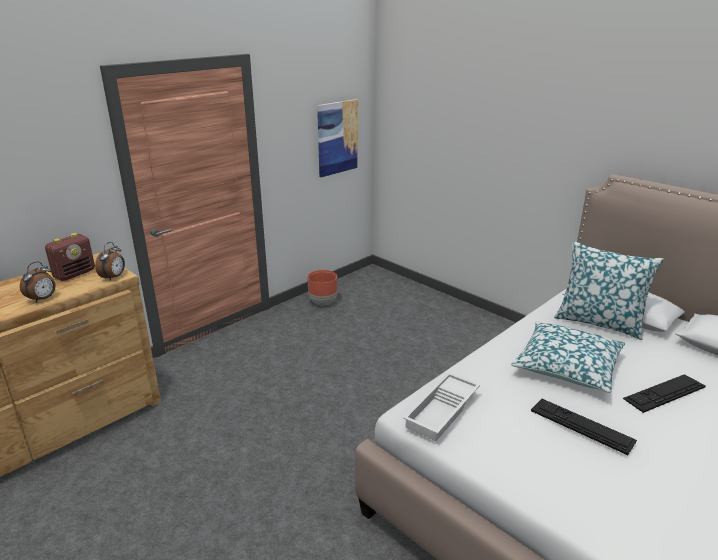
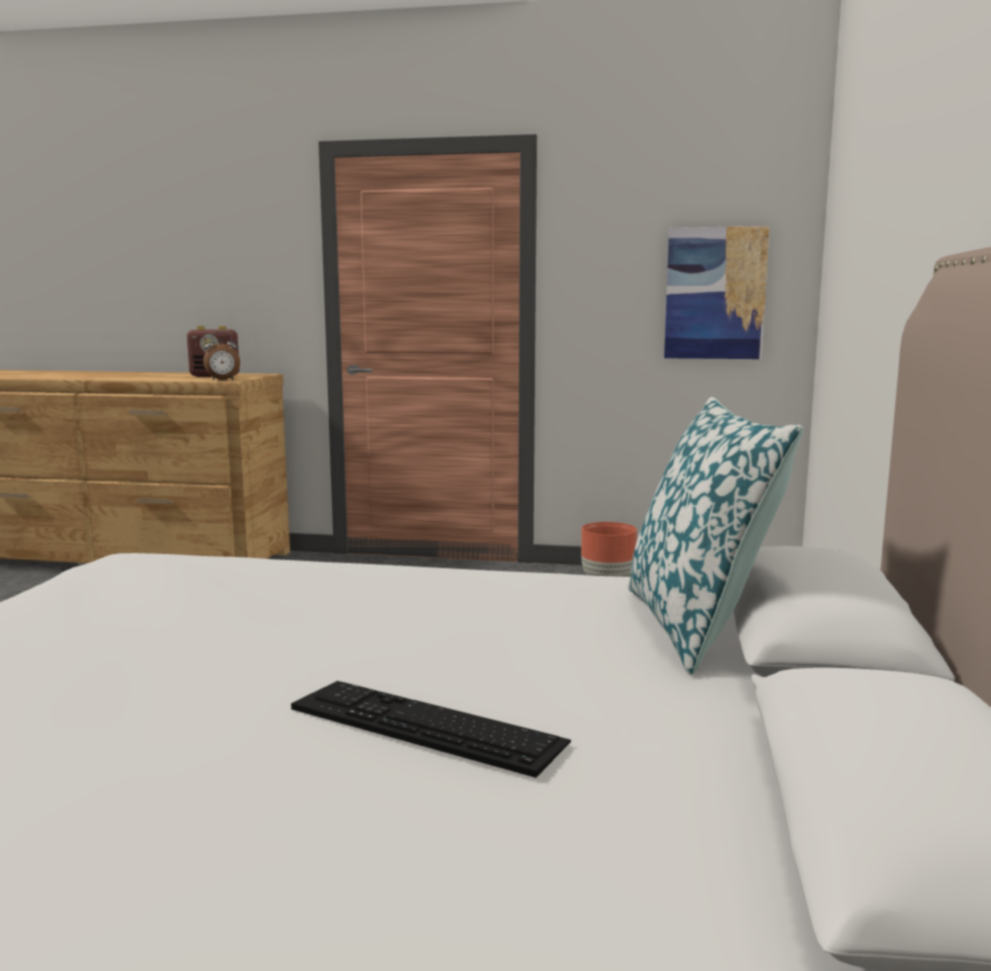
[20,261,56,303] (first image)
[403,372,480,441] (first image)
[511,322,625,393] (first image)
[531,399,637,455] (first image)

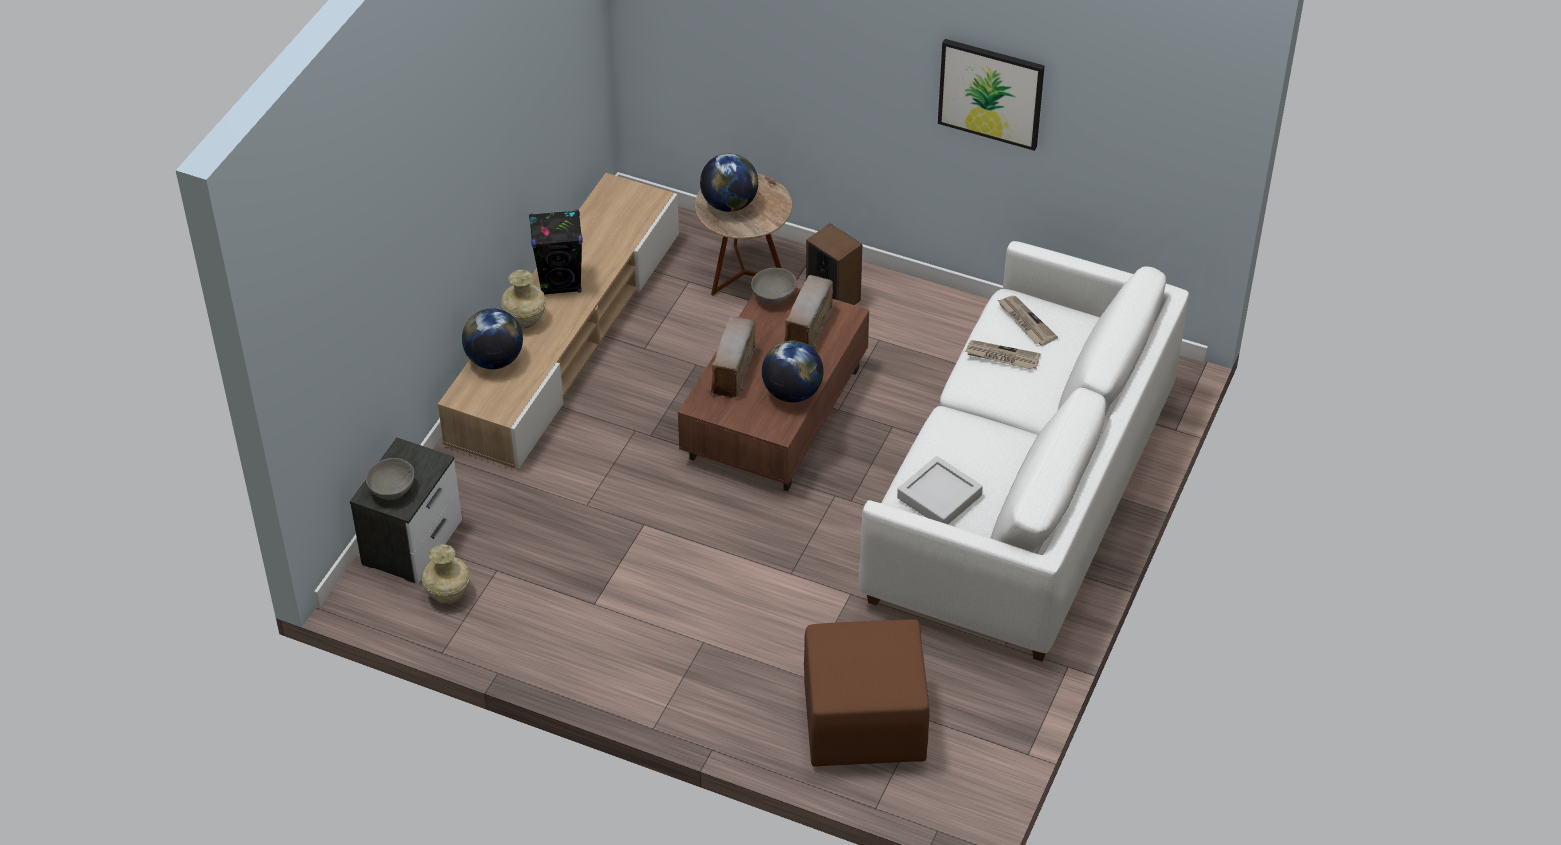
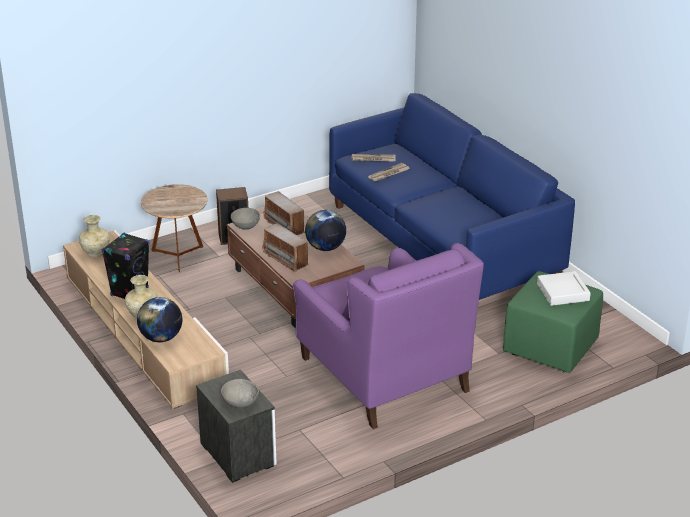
[700,153,758,212] (first image)
[938,39,1045,151] (first image)
[293,243,484,429]
[79,215,110,257]
[537,271,591,306]
[503,271,603,373]
[329,93,575,300]

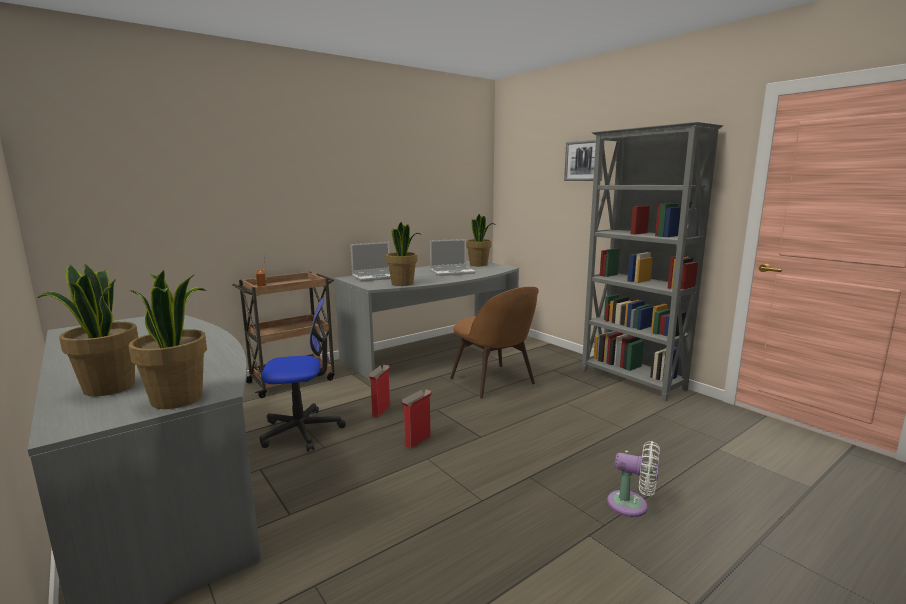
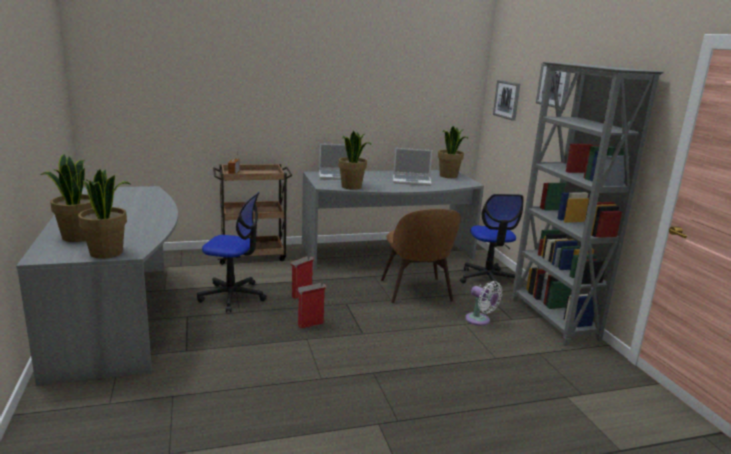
[460,194,523,292]
[493,80,520,121]
[465,281,502,326]

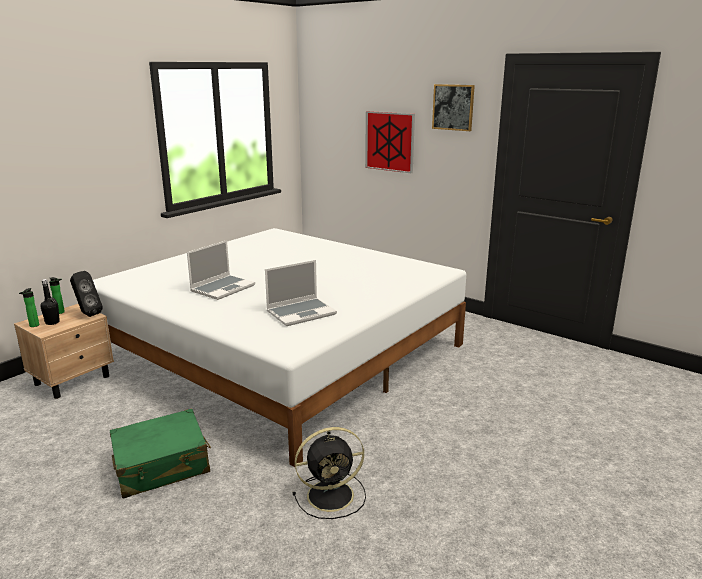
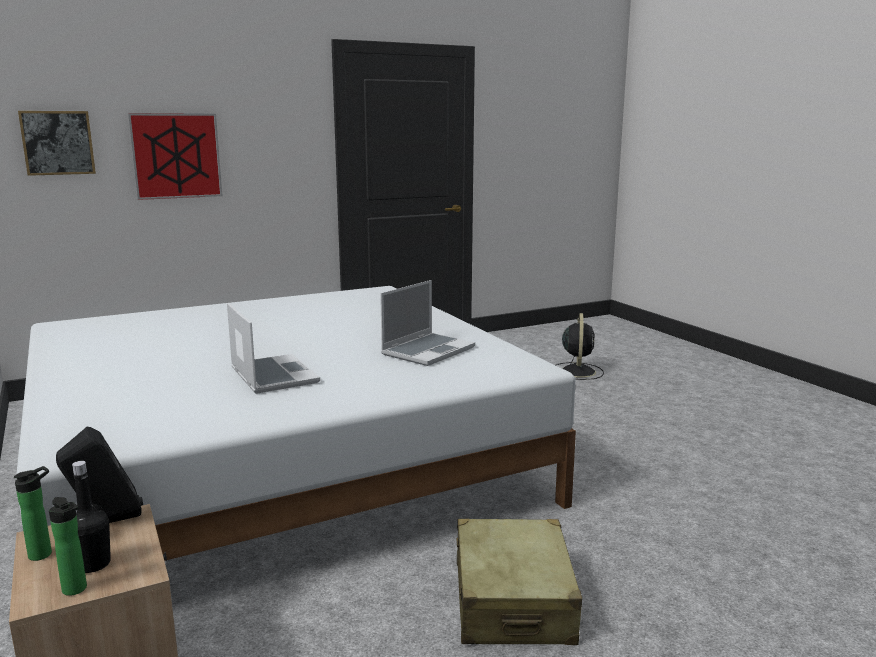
[556,313,604,380]
[18,111,96,176]
[456,519,582,645]
[380,280,475,366]

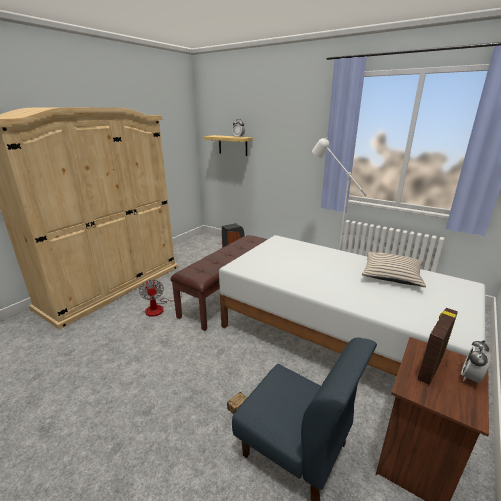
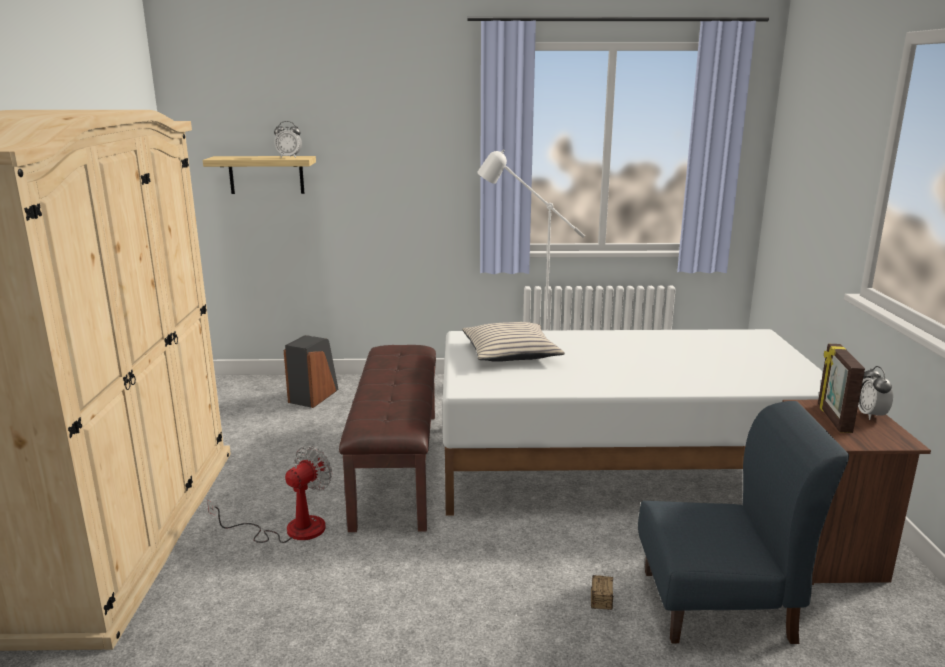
[463,322,565,362]
[207,446,332,543]

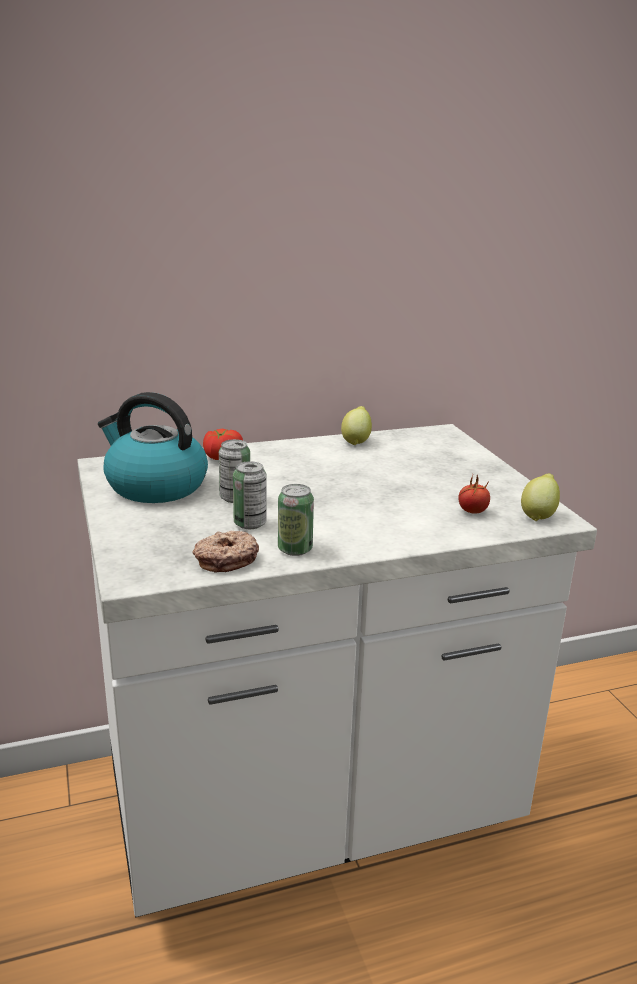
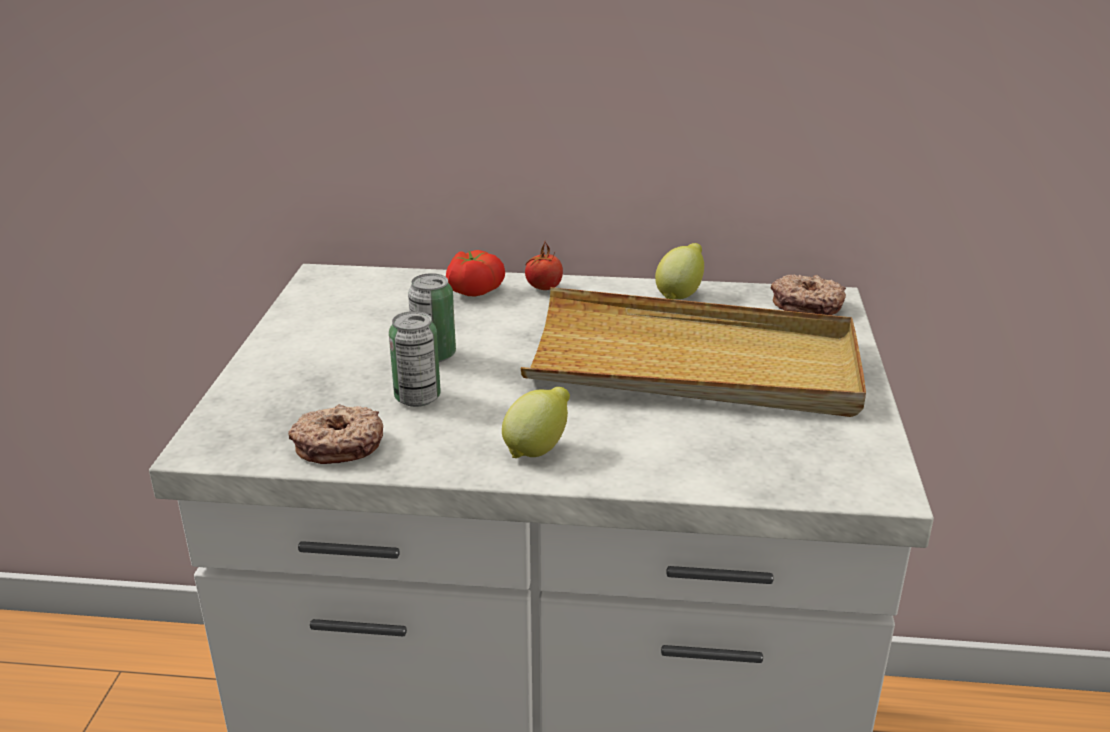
[98,392,208,503] (first image)
[278,484,314,556] (first image)
[521,287,866,417]
[771,275,846,315]
[525,242,563,290]
[502,387,570,458]

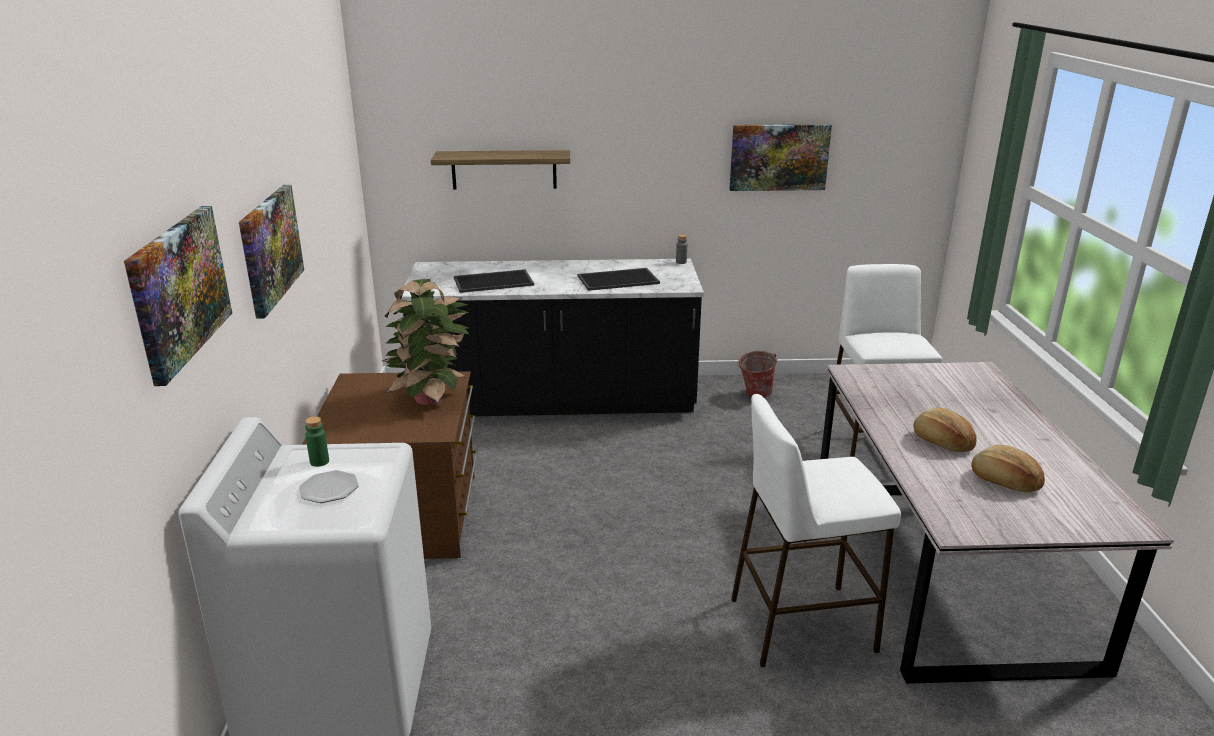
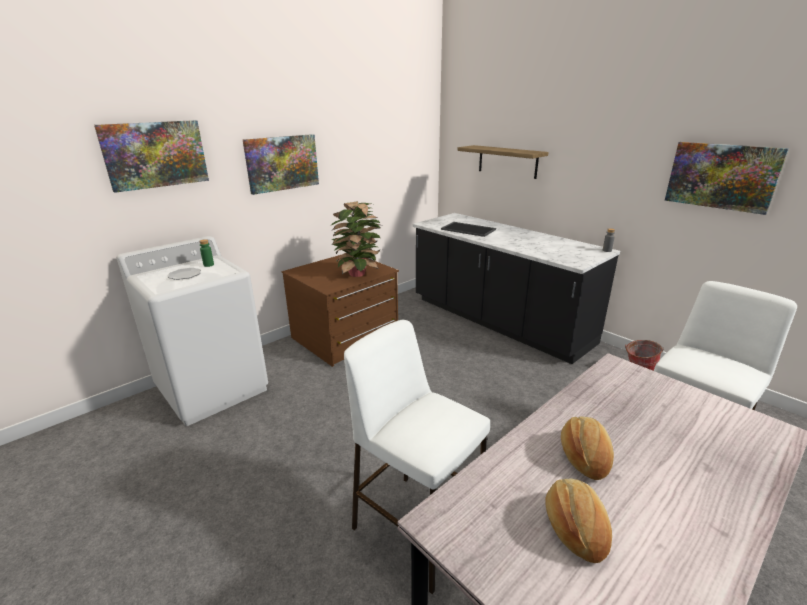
[578,268,660,291] (first image)

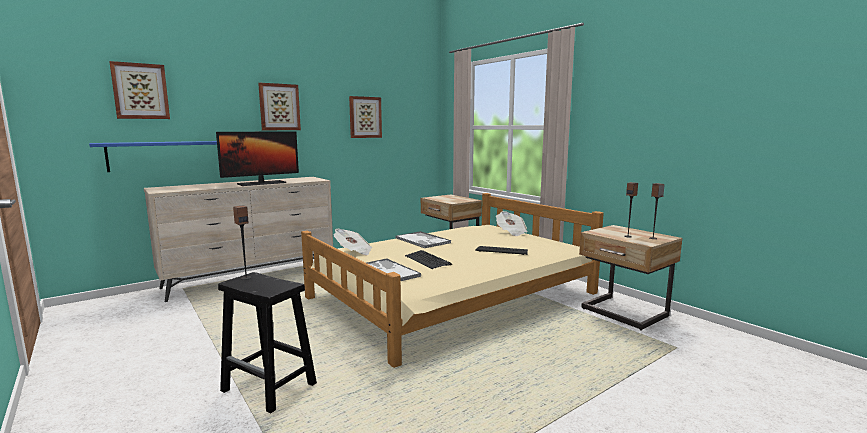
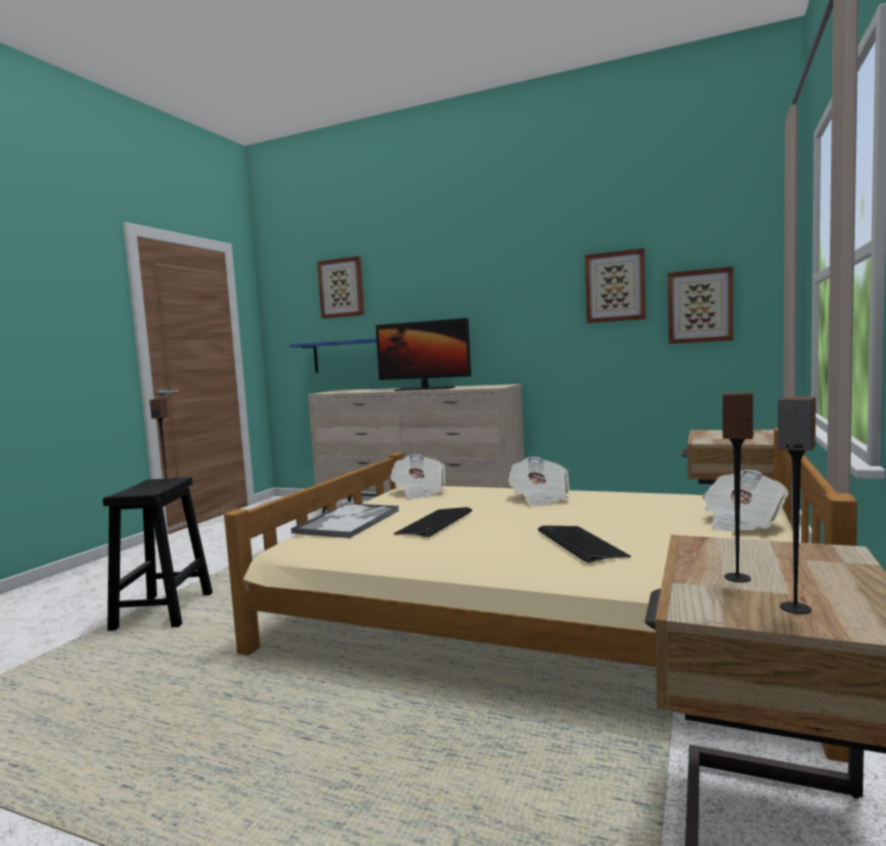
[668,267,733,344]
[508,457,569,507]

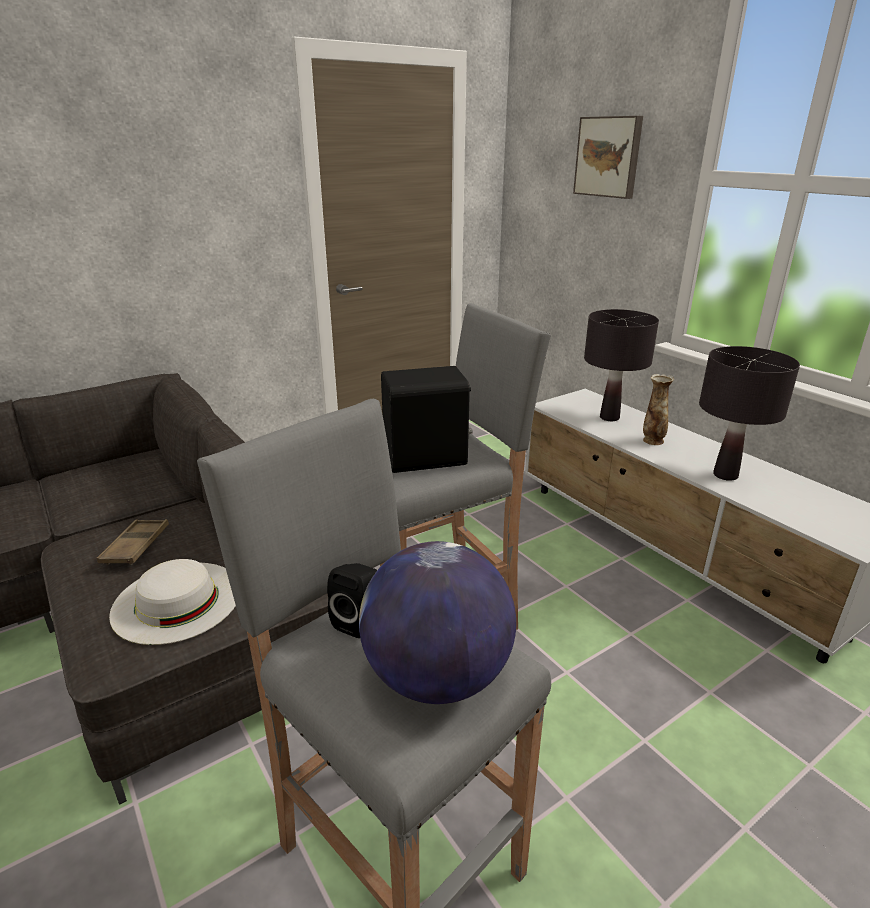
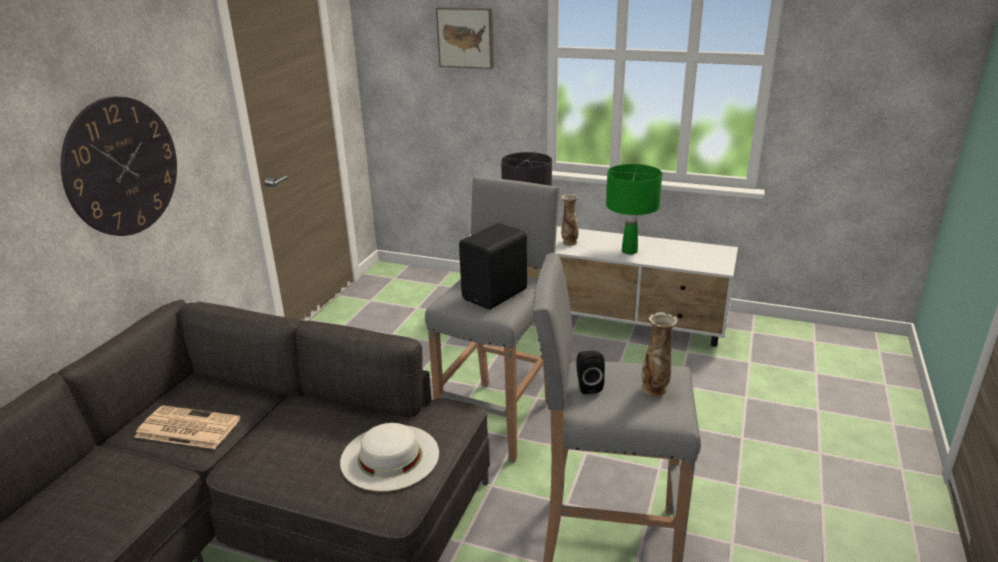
[97,519,169,565] (first image)
[61,96,177,236]
[135,405,240,449]
[642,312,678,396]
[606,164,662,254]

